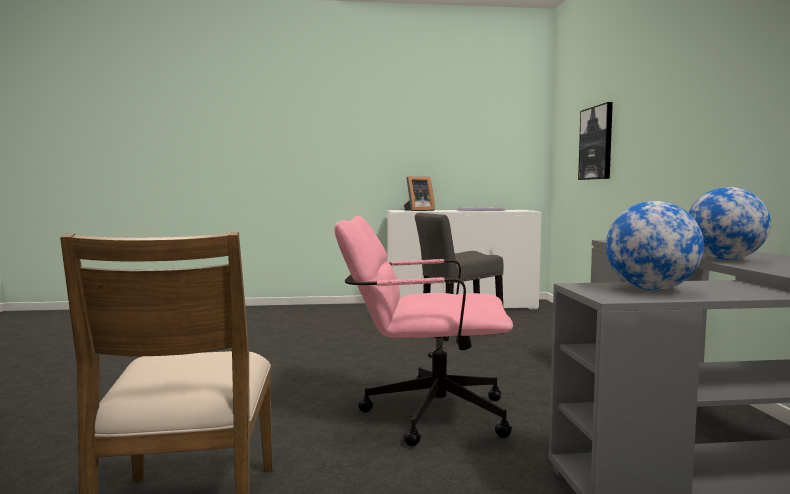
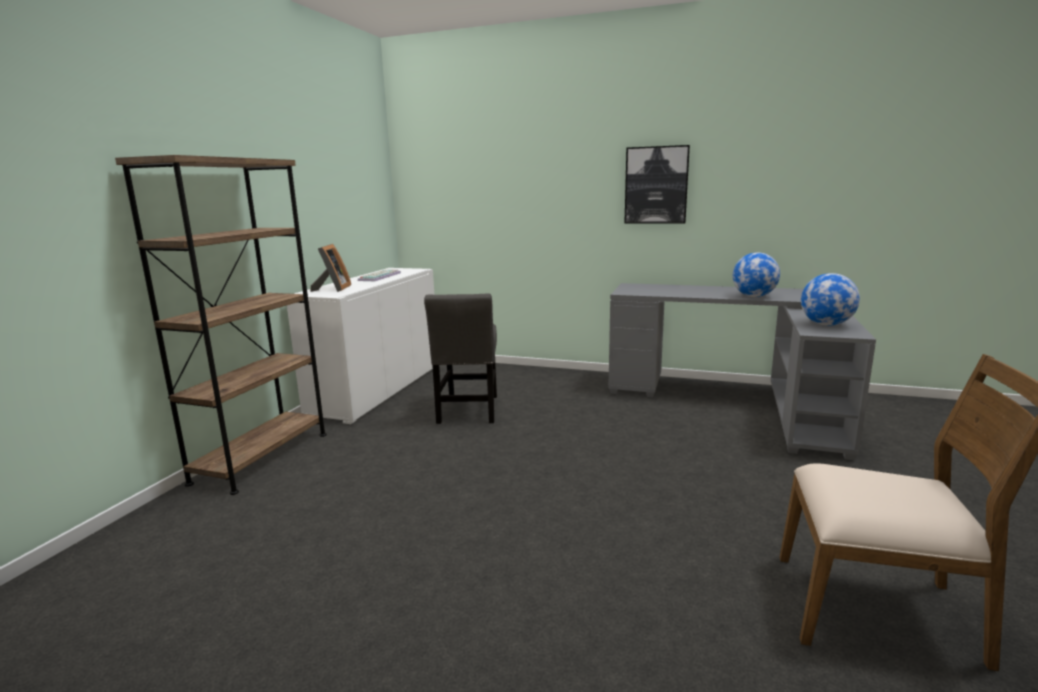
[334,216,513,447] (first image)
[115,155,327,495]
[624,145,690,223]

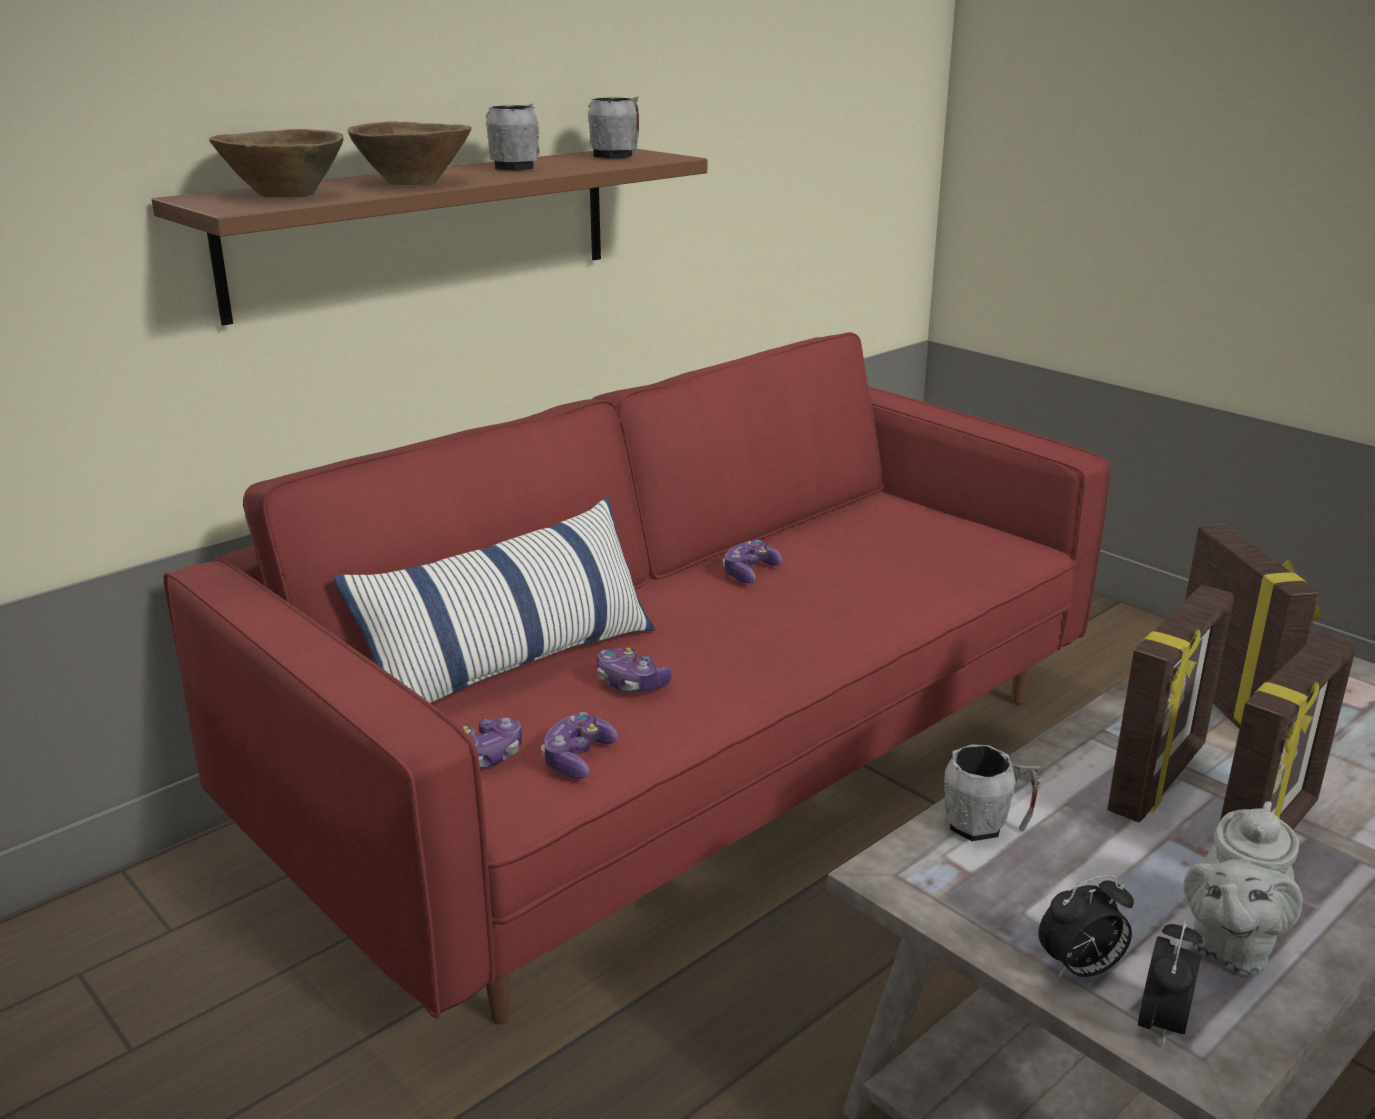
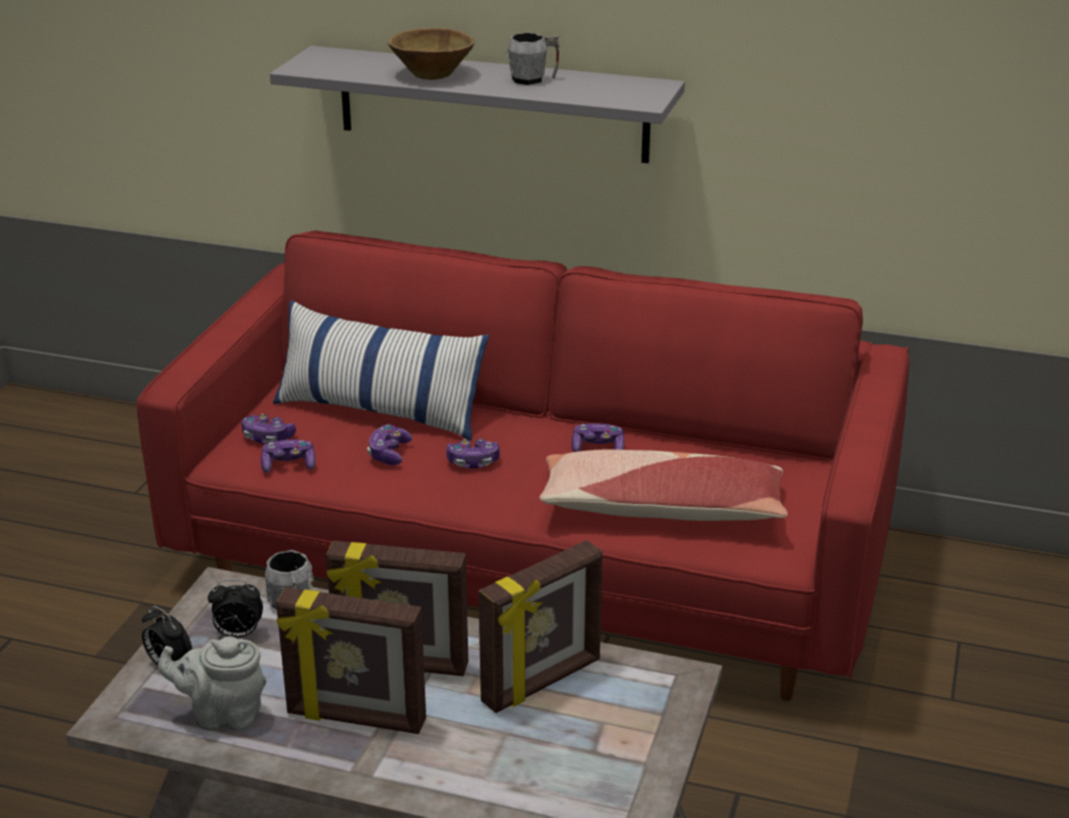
[209,129,343,198] (first image)
[588,97,639,158] (first image)
[446,439,500,469]
[540,449,788,521]
[208,579,263,638]
[270,46,685,163]

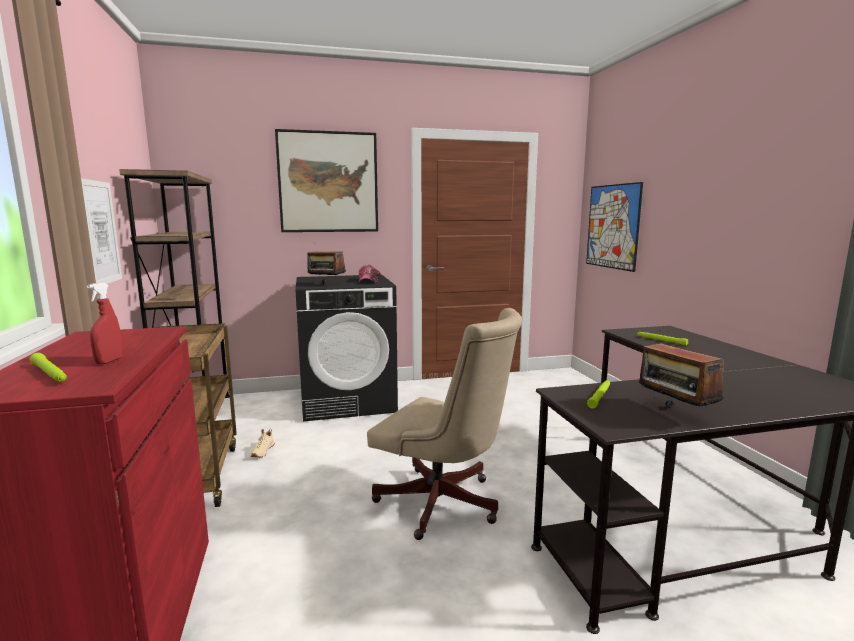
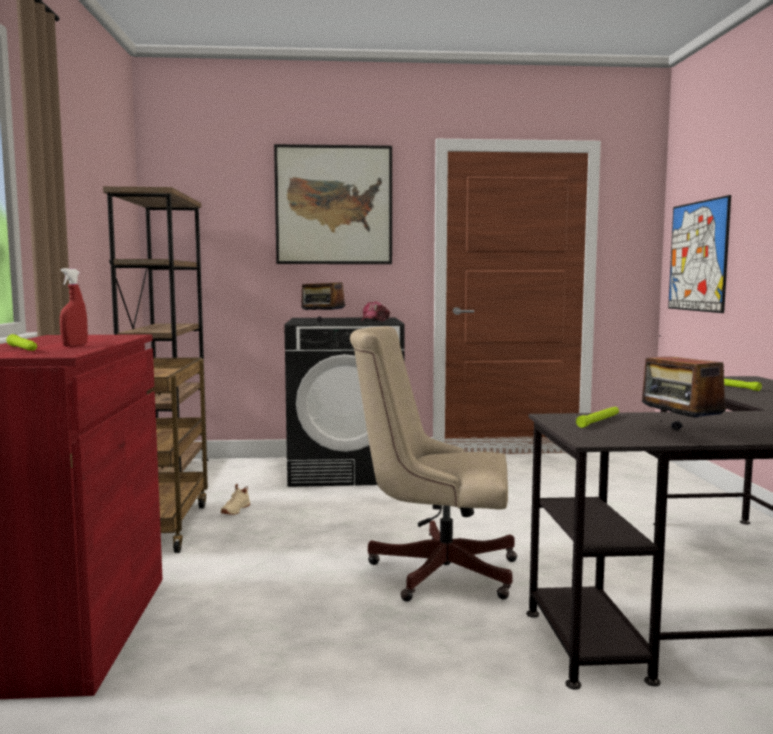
[81,178,122,284] (first image)
[350,326,517,602]

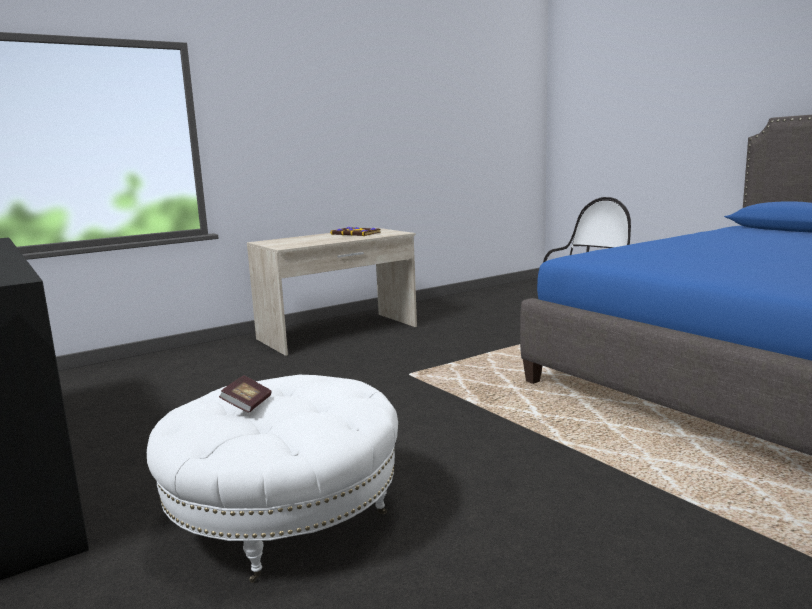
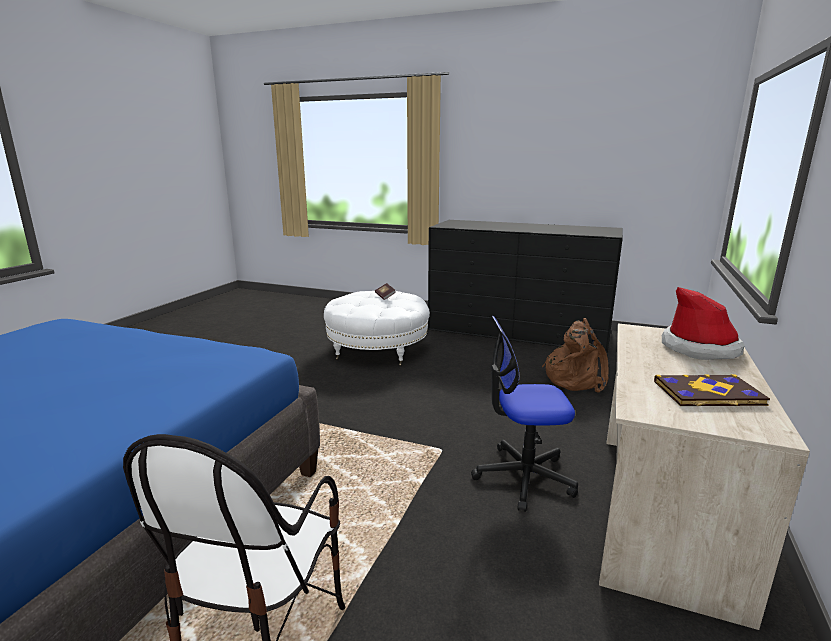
[471,316,578,512]
[542,318,609,393]
[662,287,745,360]

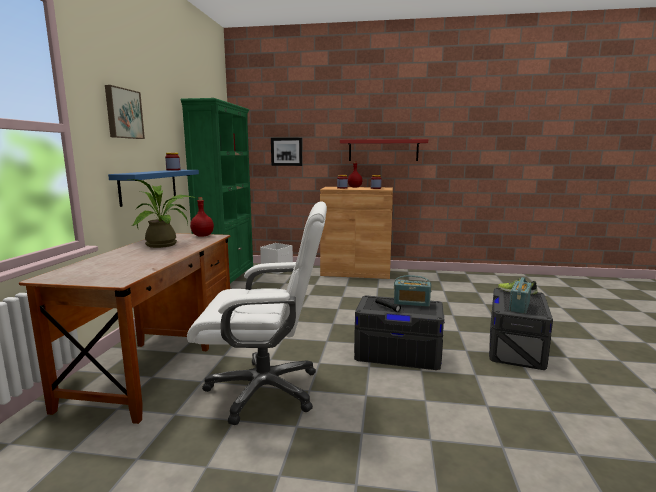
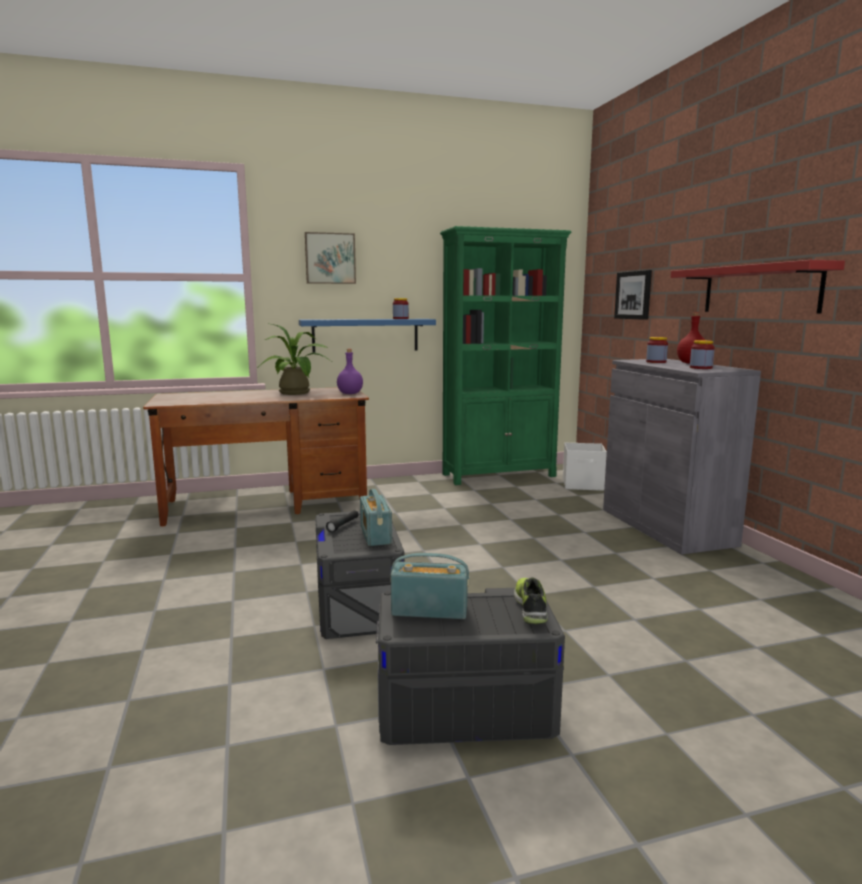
[187,201,327,425] (first image)
[337,349,363,394]
[603,359,761,555]

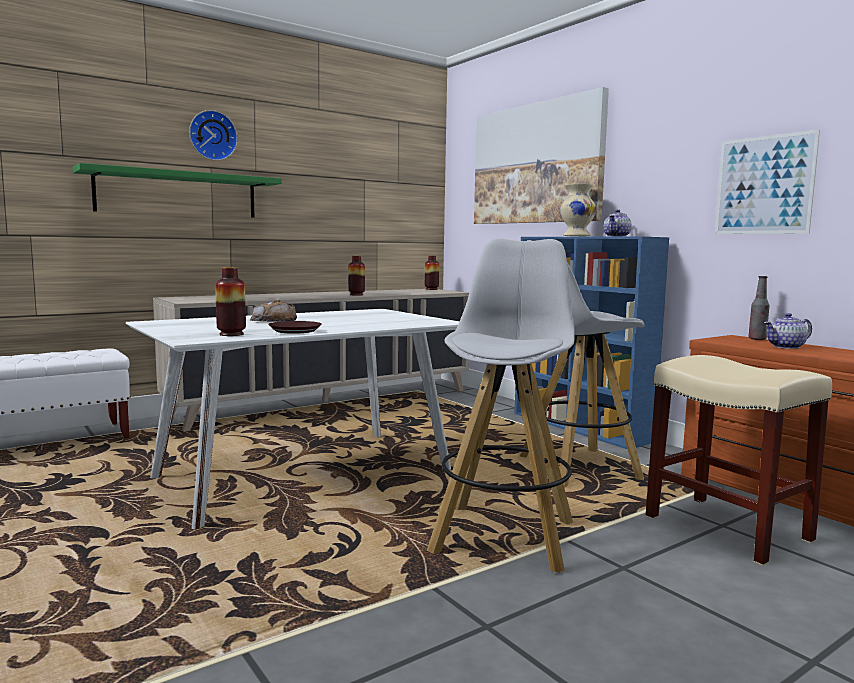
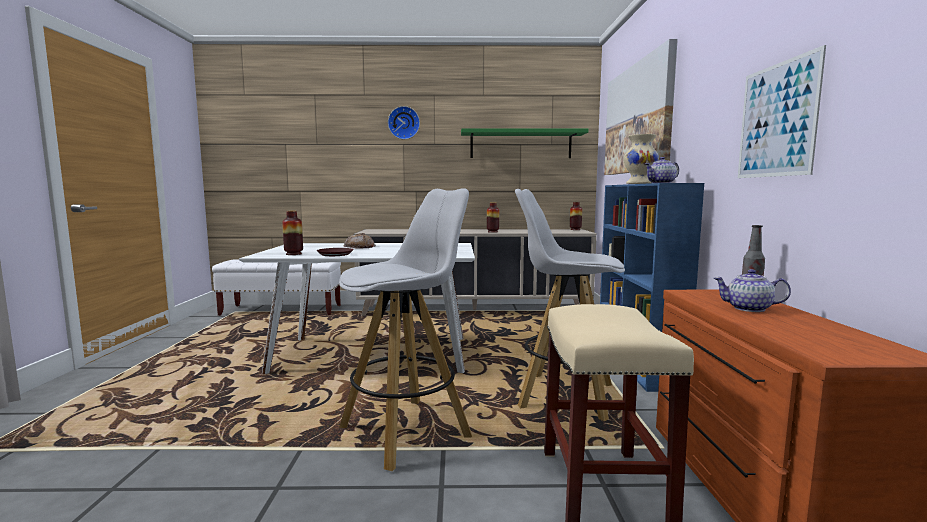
[461,128,588,158]

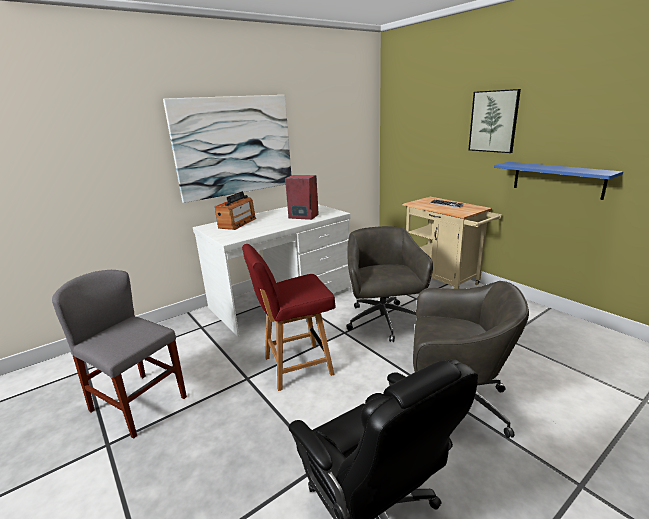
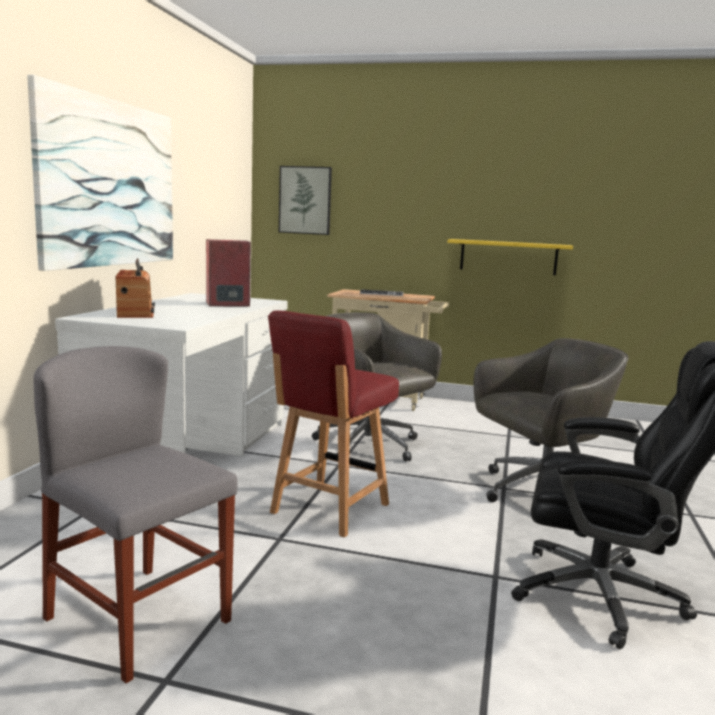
[279,166,332,235]
[447,239,573,275]
[34,346,238,683]

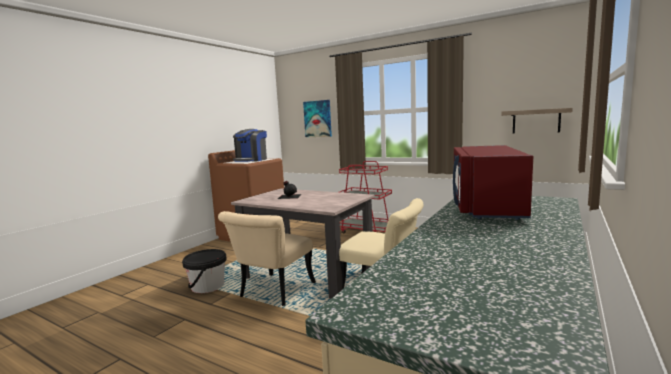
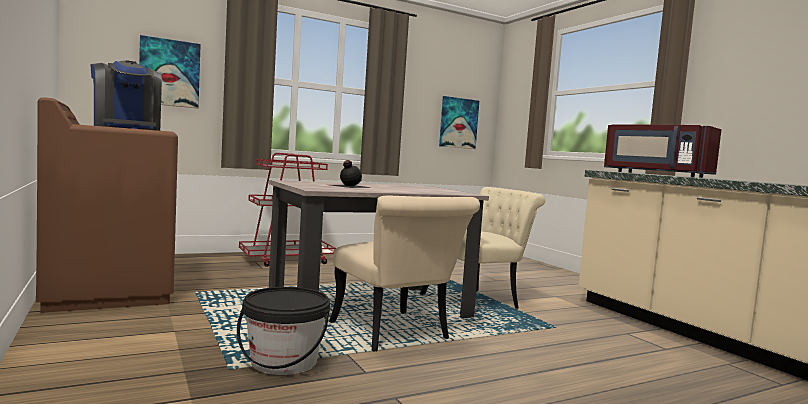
[439,96,479,149]

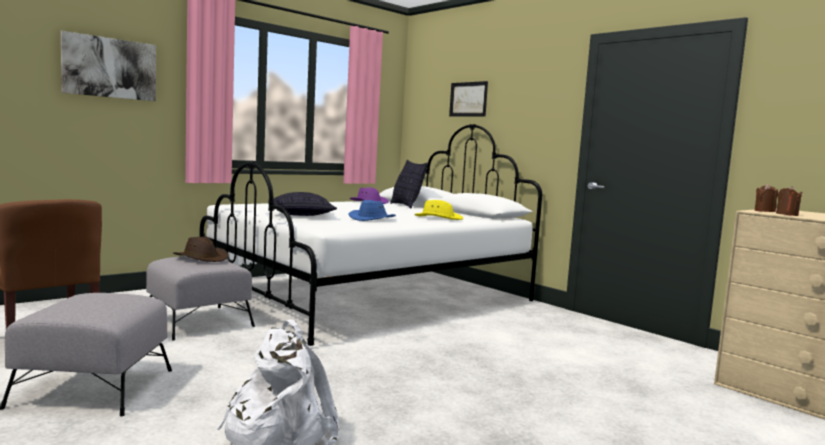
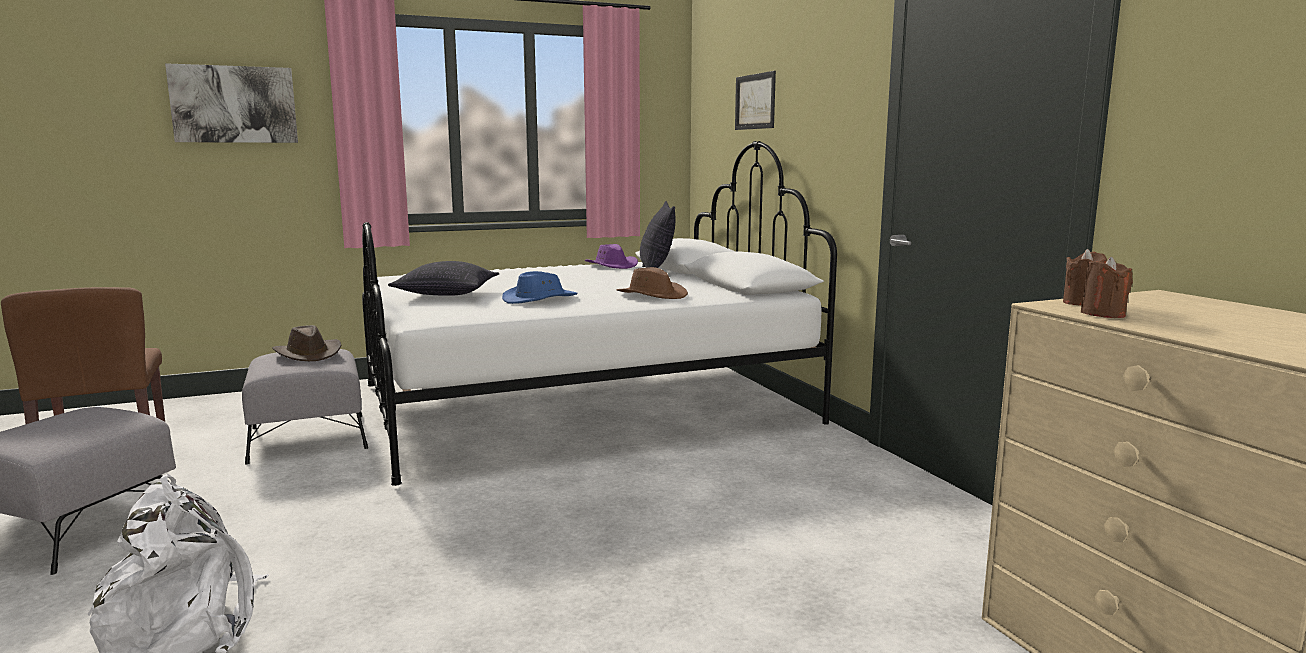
[616,267,688,299]

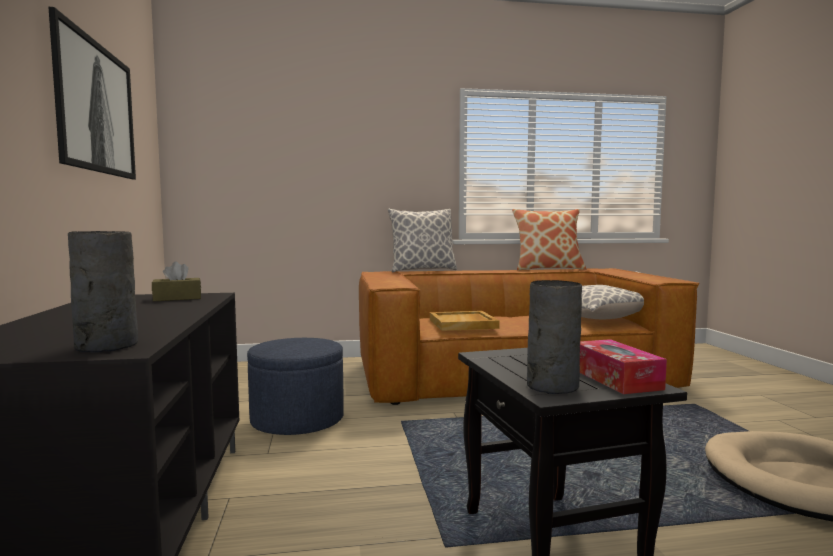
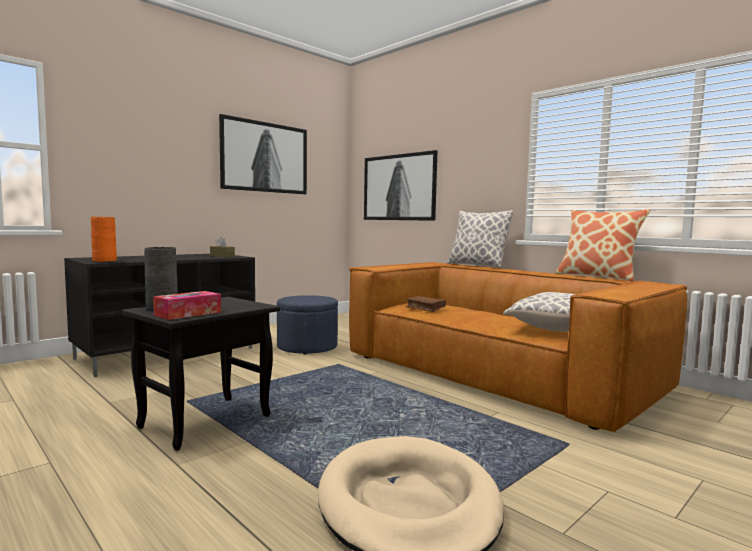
[364,150,438,221]
[406,296,446,312]
[91,217,117,262]

